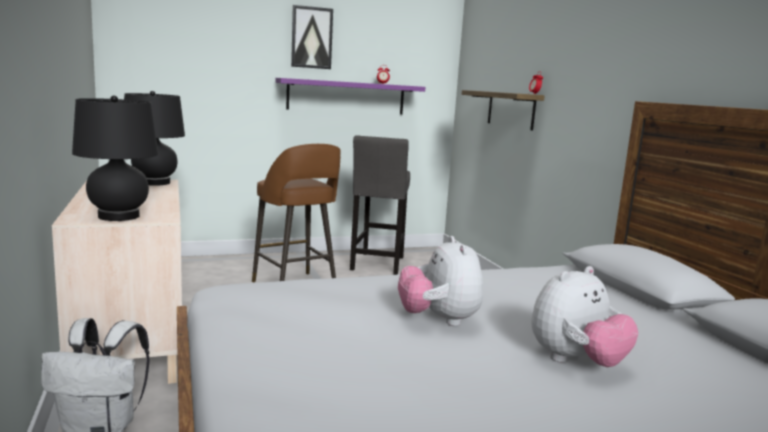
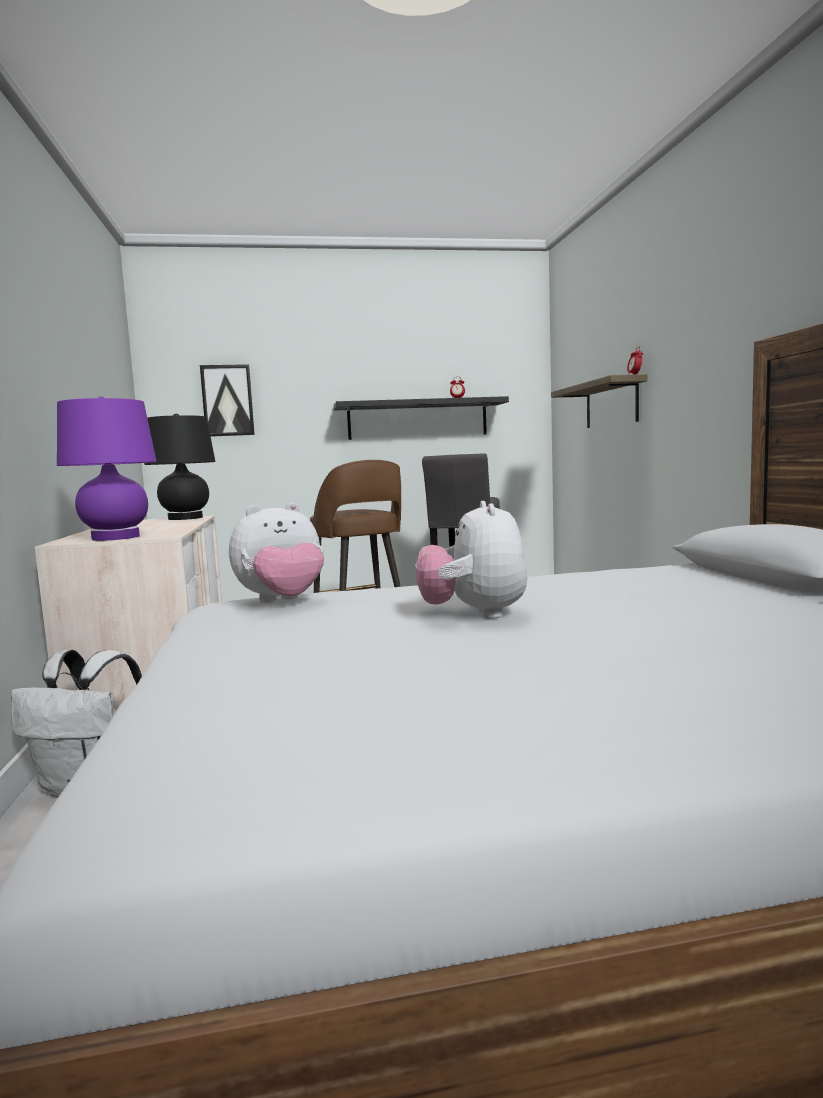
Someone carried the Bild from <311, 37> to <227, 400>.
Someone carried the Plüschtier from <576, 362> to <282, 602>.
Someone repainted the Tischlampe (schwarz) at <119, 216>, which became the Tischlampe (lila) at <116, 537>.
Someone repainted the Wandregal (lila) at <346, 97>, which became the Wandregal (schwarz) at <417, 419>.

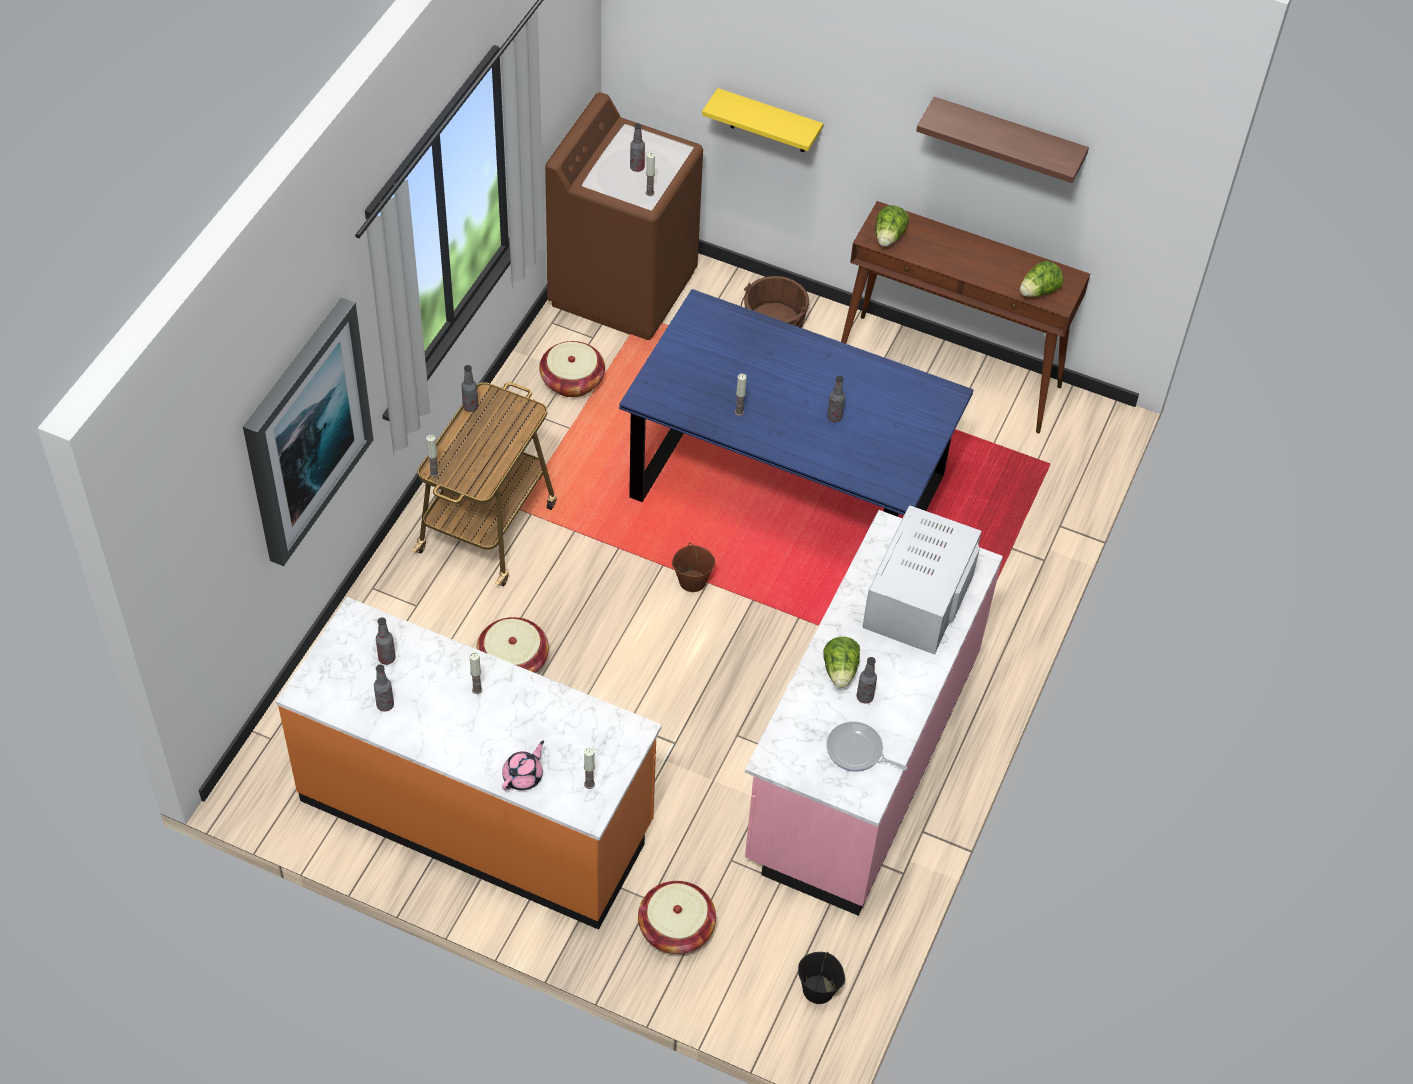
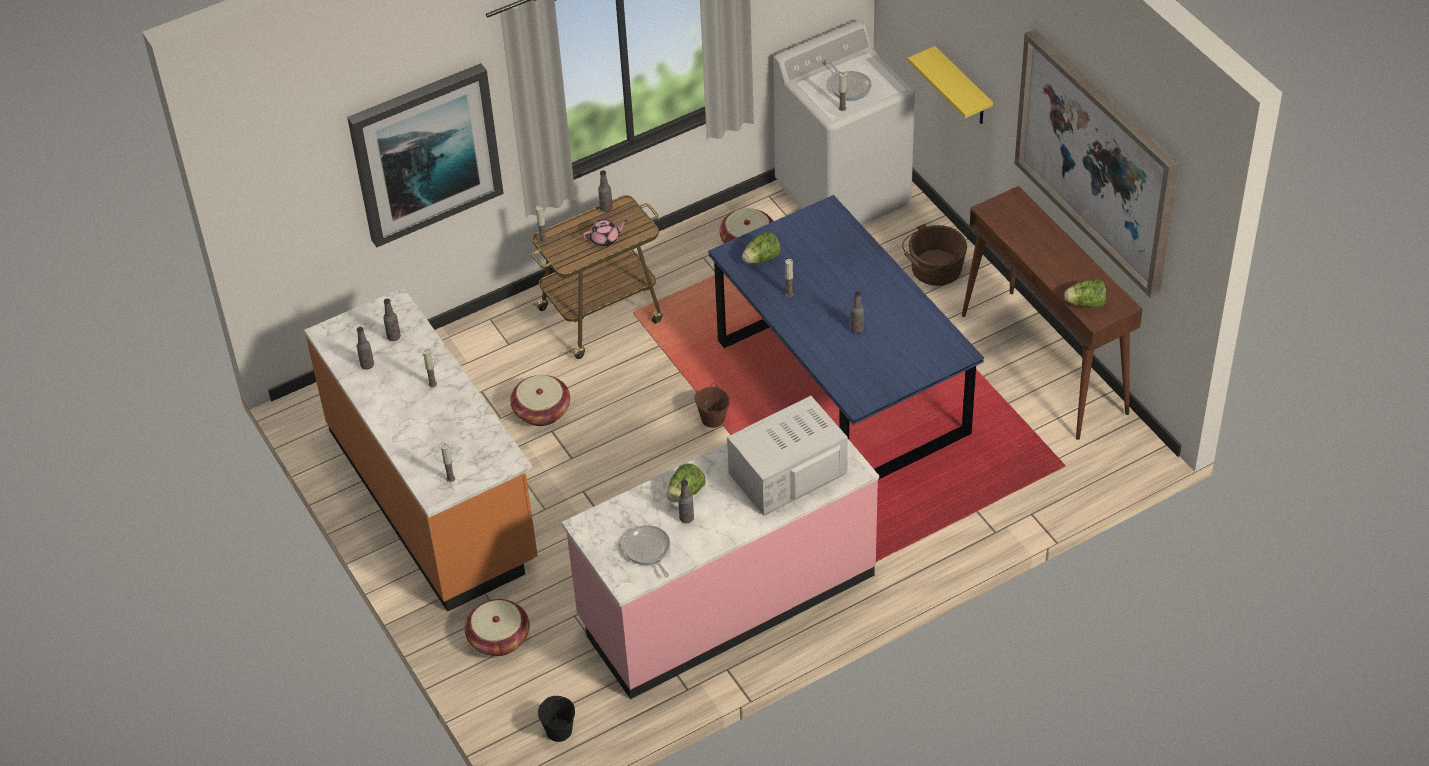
Someone carried the Teekanne (rosa) from <523, 776> to <605, 239>.
Someone carried the Salatkopf from <889, 237> to <761, 259>.
Someone swapped the Flasche at <637, 167> for the Pfanne at <849, 87>.
Someone swapped the Wandregal at <1007, 139> for the Bild at <1097, 160>.
Someone repainted the Waschmaschine (braun) at <623, 287>, which became the Waschmaschine (weiß) at <844, 193>.

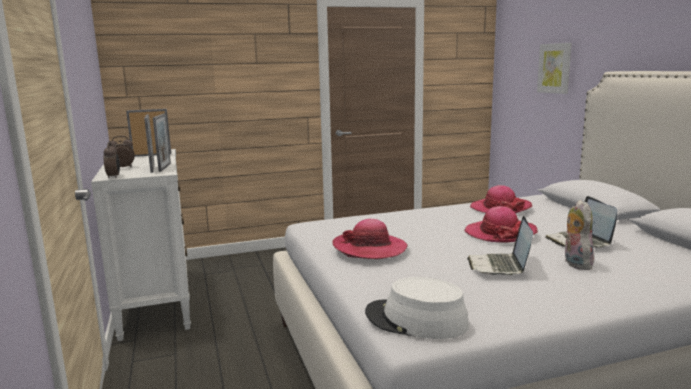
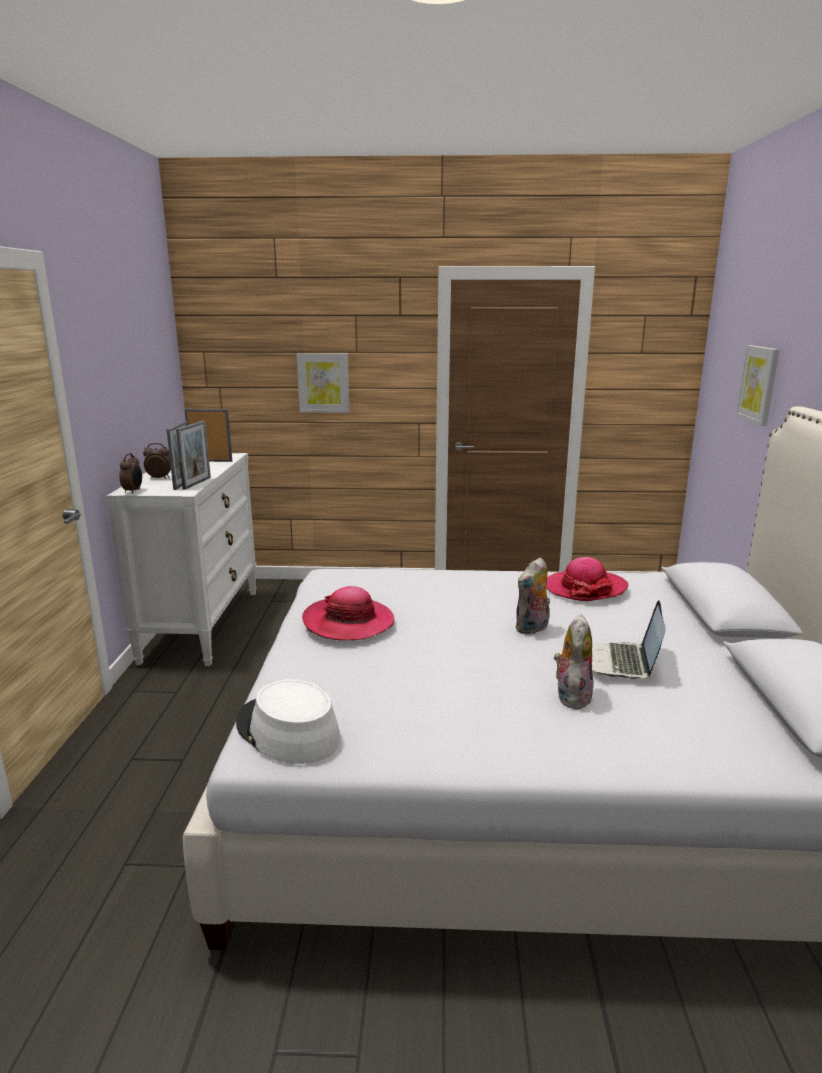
Someone took away the Laptop at <499, 266>.
Someone put up the Bild at <323, 383>.
Someone swapped the Hut at <500, 233> for the Plüschtier at <532, 629>.

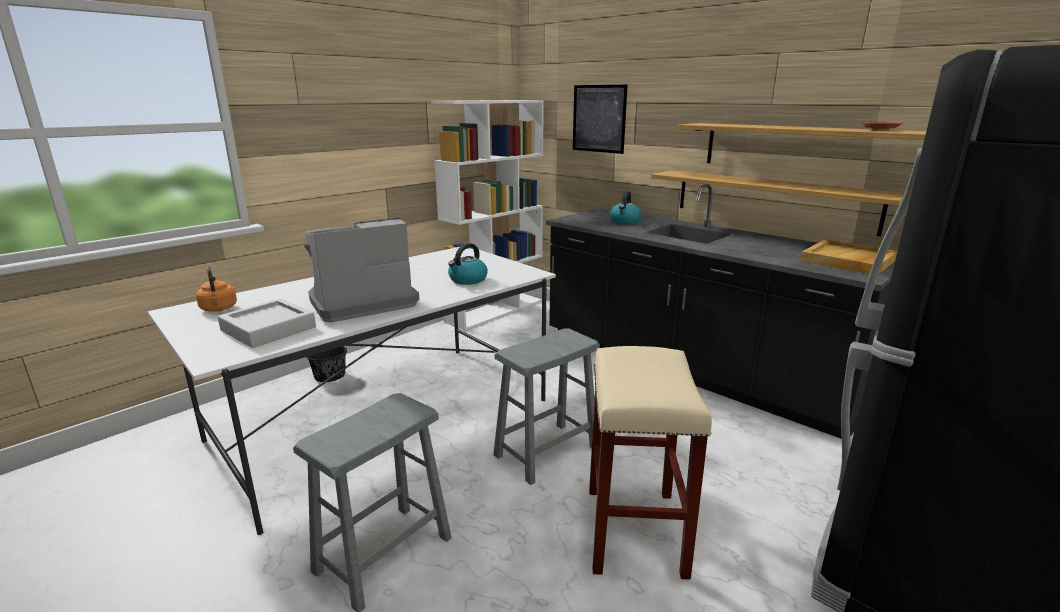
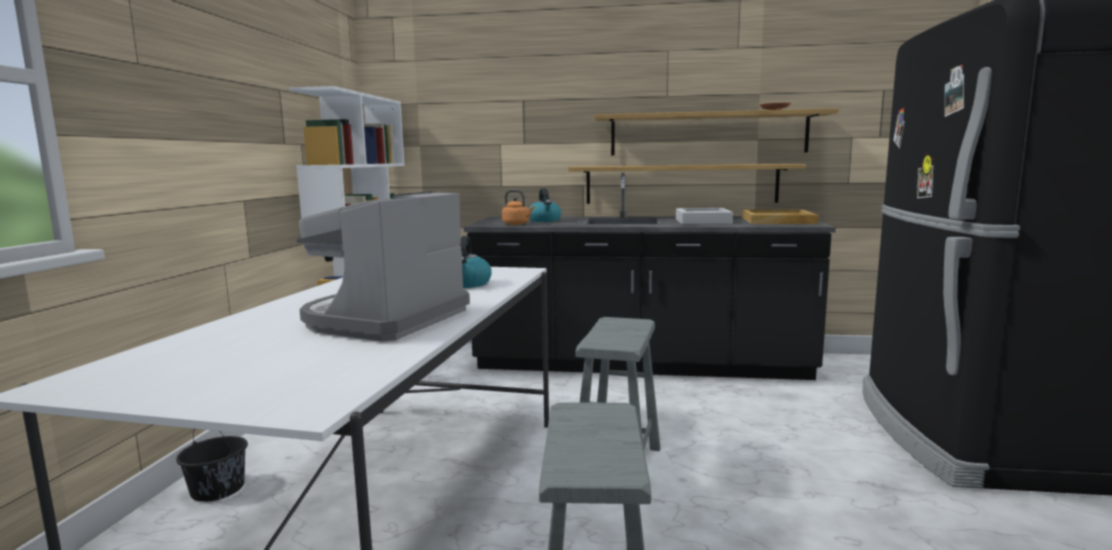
Someone took away the Bild at <599, 118>.
Someone took away the Hocker (beige) at <636, 532>.
Someone carried the Wasserkessel (orange) from <219, 309> to <517, 224>.
Someone carried the Tablett (grau) from <268, 329> to <702, 222>.

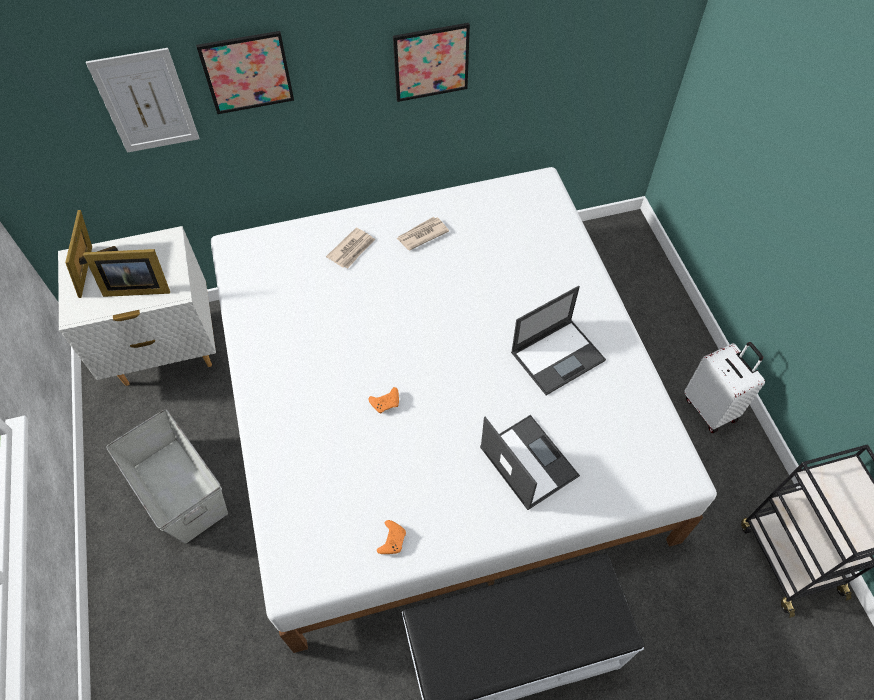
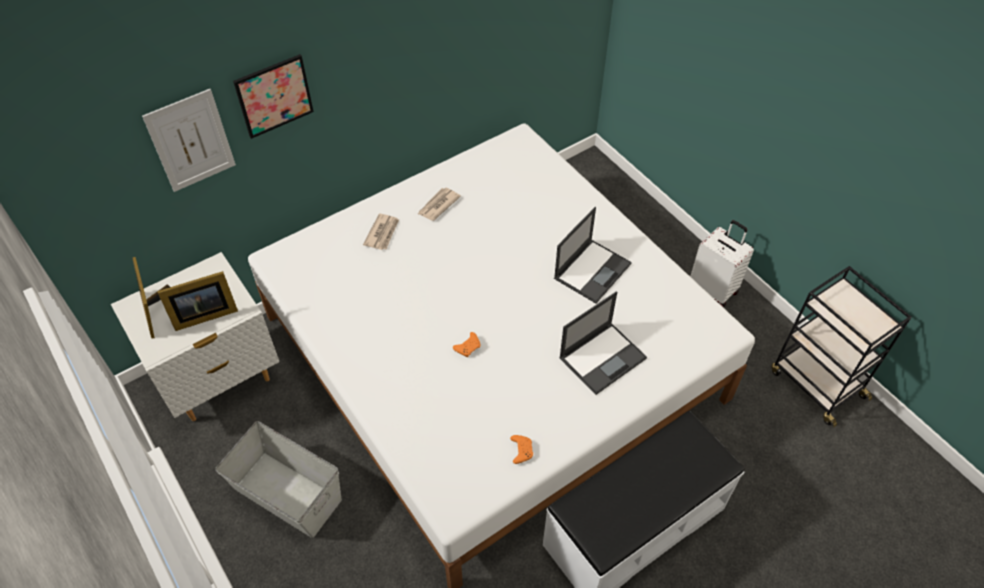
Someone took away the Bild at <431, 62>.
Someone rotated the Laptop at <527, 461> by 105 degrees clockwise.

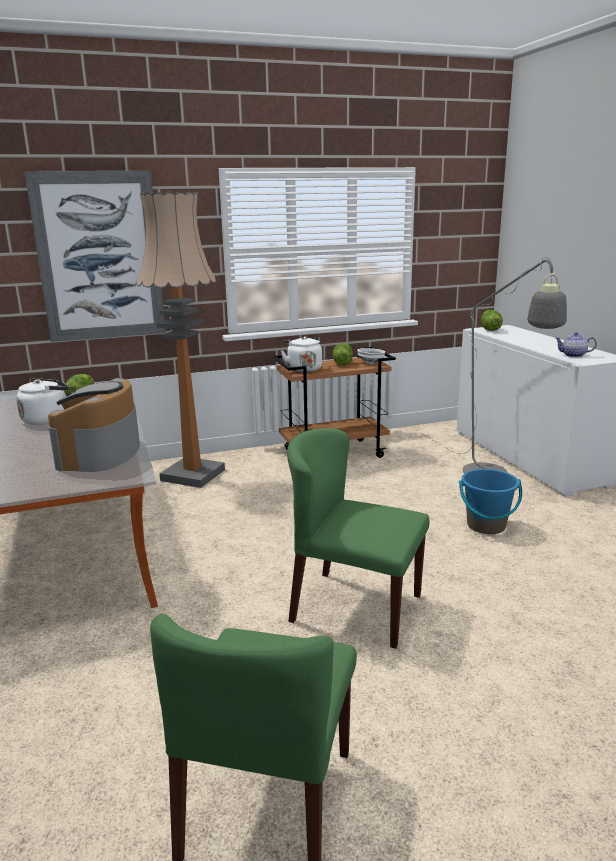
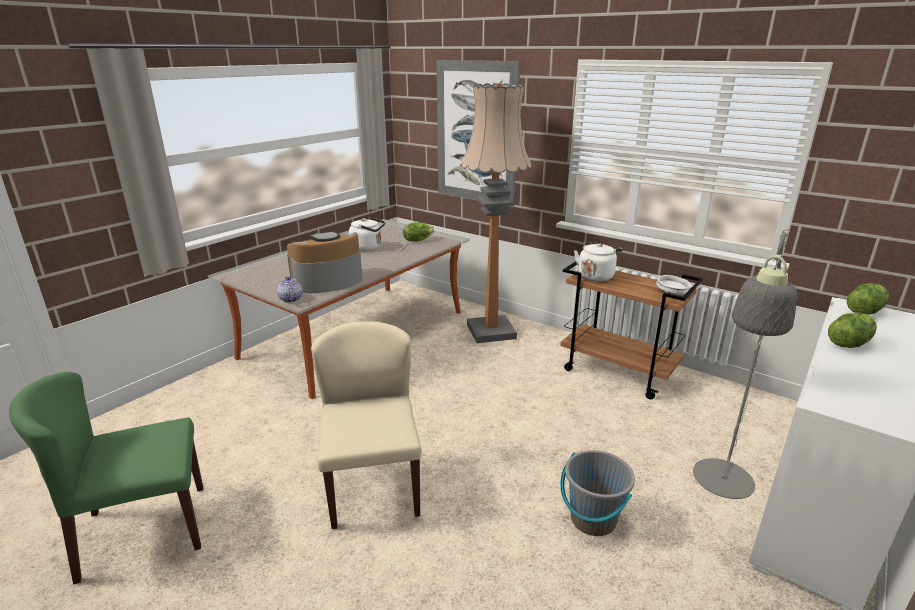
Someone carried the Salatkopf from <342, 363> to <848, 343>.
Someone carried the Teekanne from <573, 355> to <290, 299>.
Someone repainted the Stuhl (grün) at <355, 608>, which became the Stuhl (beige) at <372, 485>.
Someone repainted the Eimer (blau) at <486, 526>, which became the Eimer (grau) at <592, 519>.

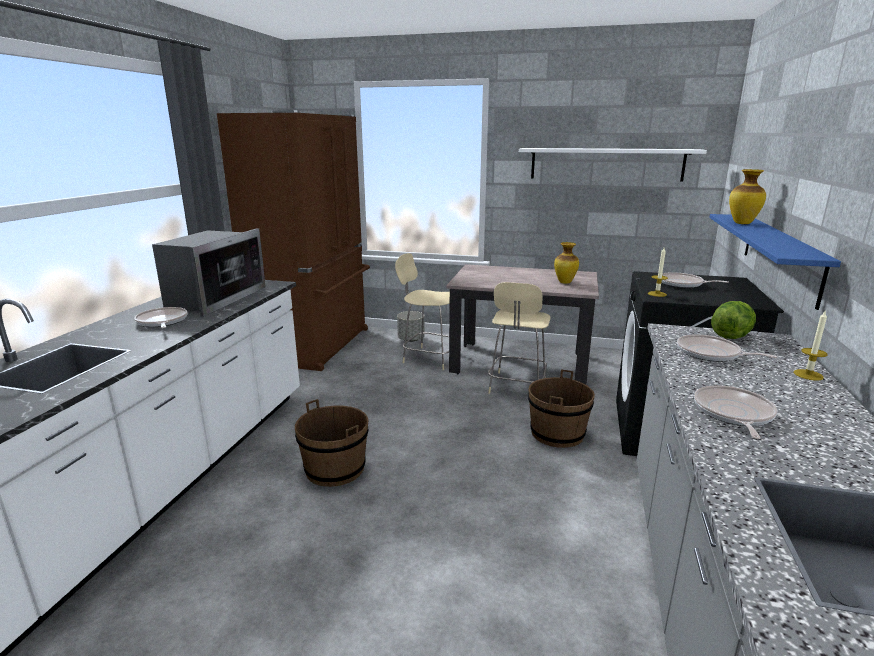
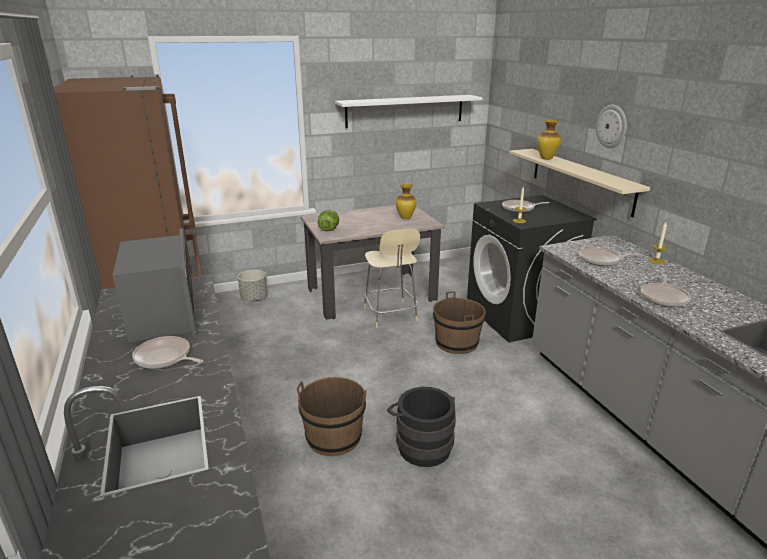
Someone took away the Hocker (beige) at <429, 358>.
Someone put down the Eimer (schwarz) at <421, 444>.
Someone put up the Wanduhr at <612, 126>.
Someone carried the Salatkopf from <730, 336> to <329, 229>.
Someone repainted the Wandregal (blau) at <780, 255>, which became the Wandregal (beige) at <580, 180>.
Someone rotated the Pfanne at <733, 414> by 135 degrees counterclockwise.

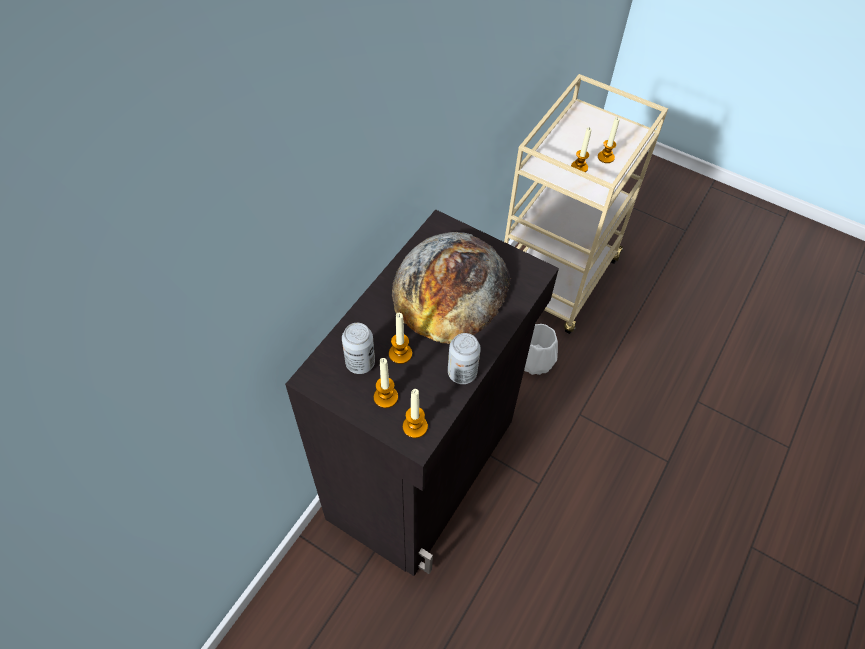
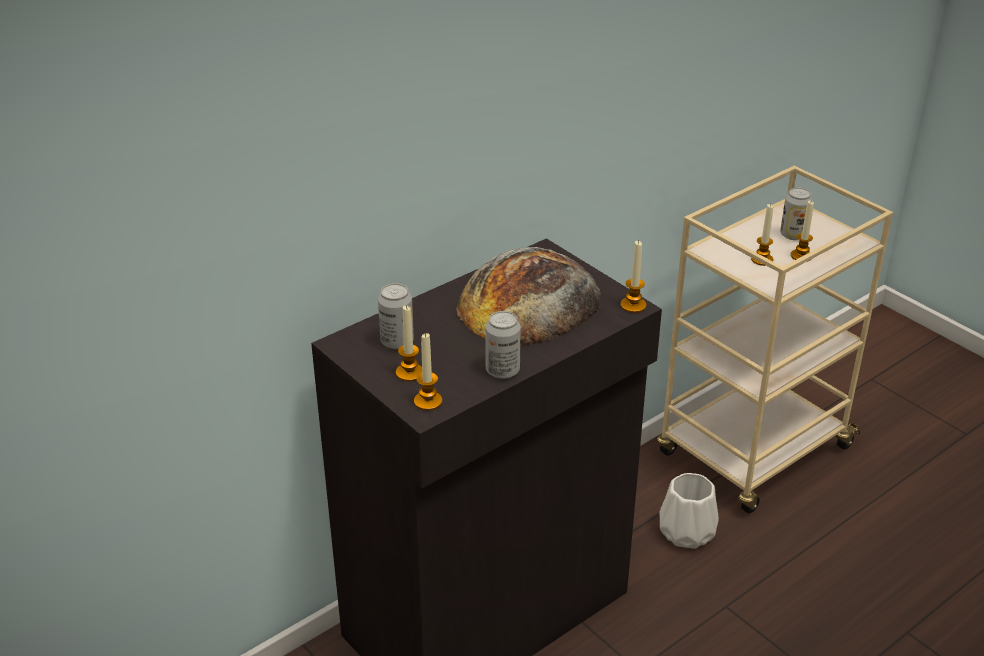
Someone put down the Dose at <793, 235>.
Someone carried the Kerze from <400, 354> to <633, 305>.

